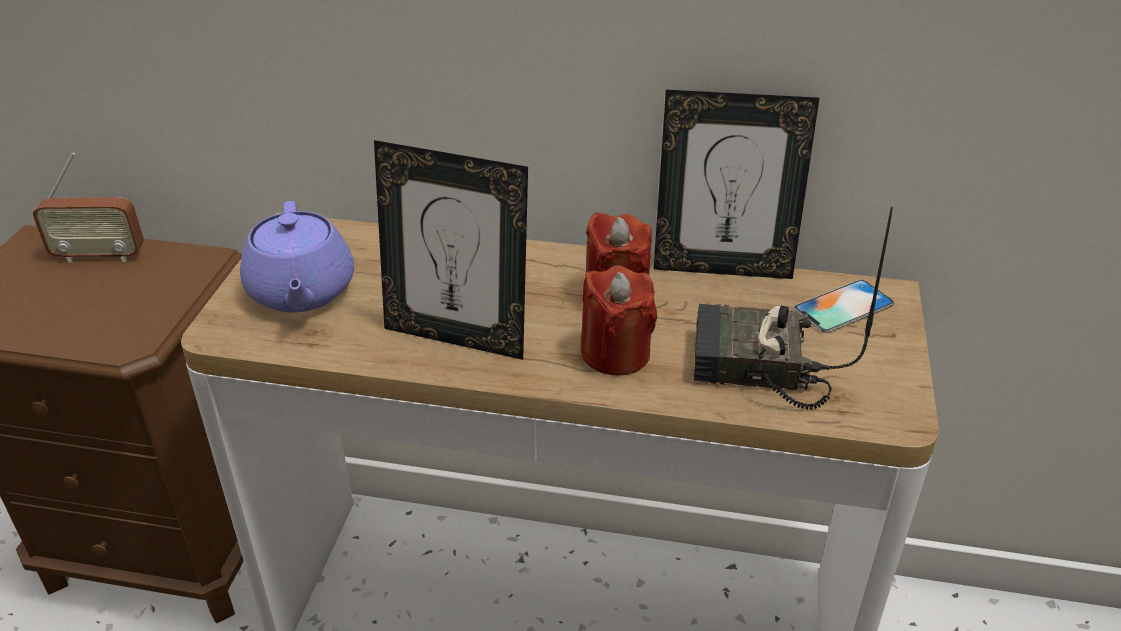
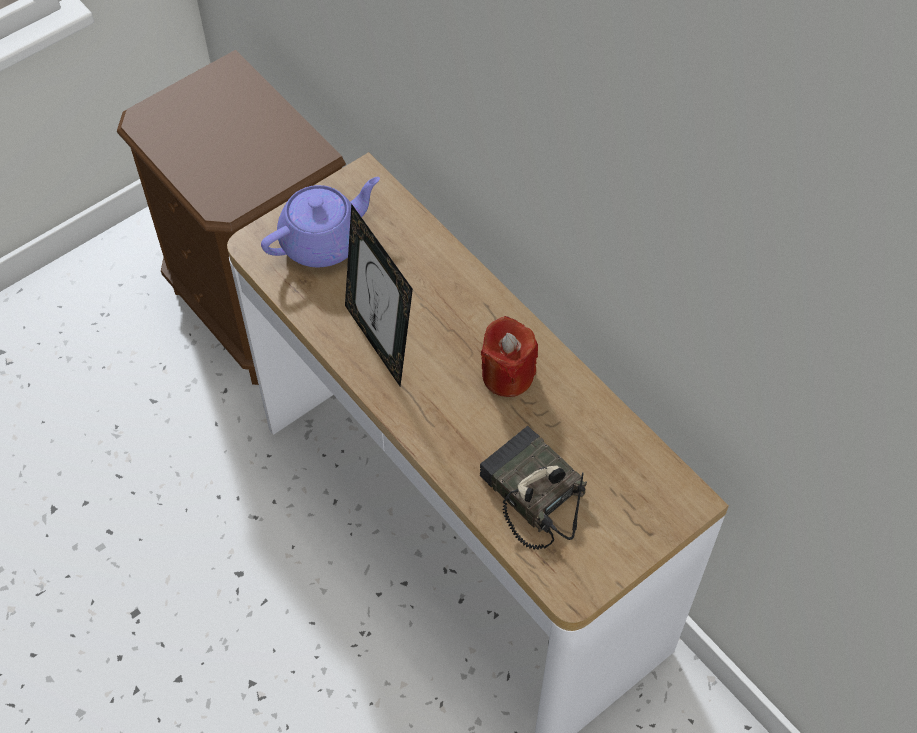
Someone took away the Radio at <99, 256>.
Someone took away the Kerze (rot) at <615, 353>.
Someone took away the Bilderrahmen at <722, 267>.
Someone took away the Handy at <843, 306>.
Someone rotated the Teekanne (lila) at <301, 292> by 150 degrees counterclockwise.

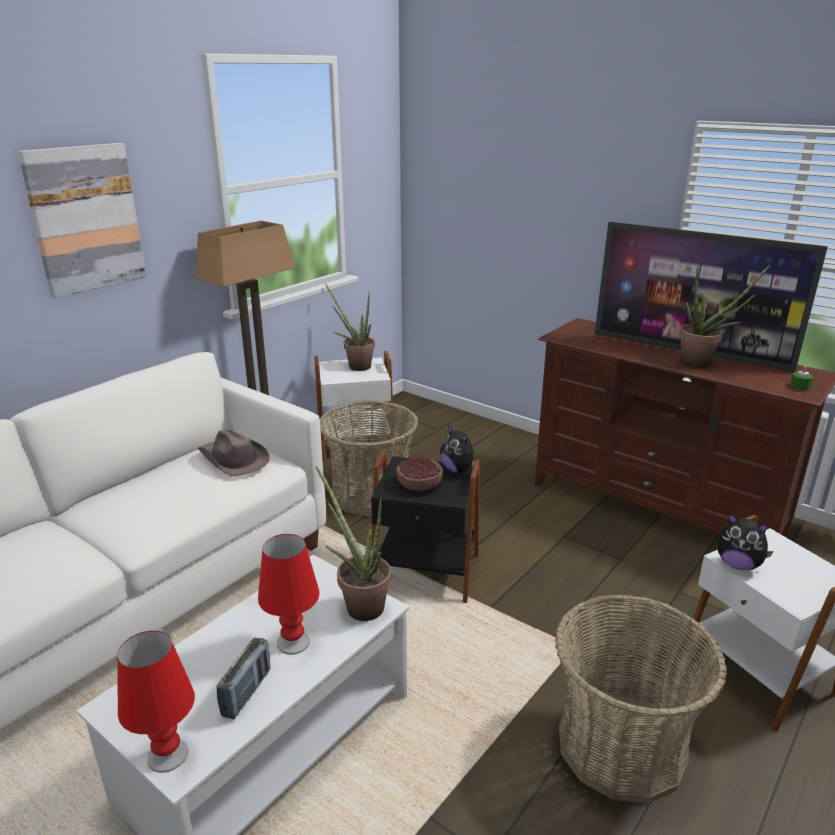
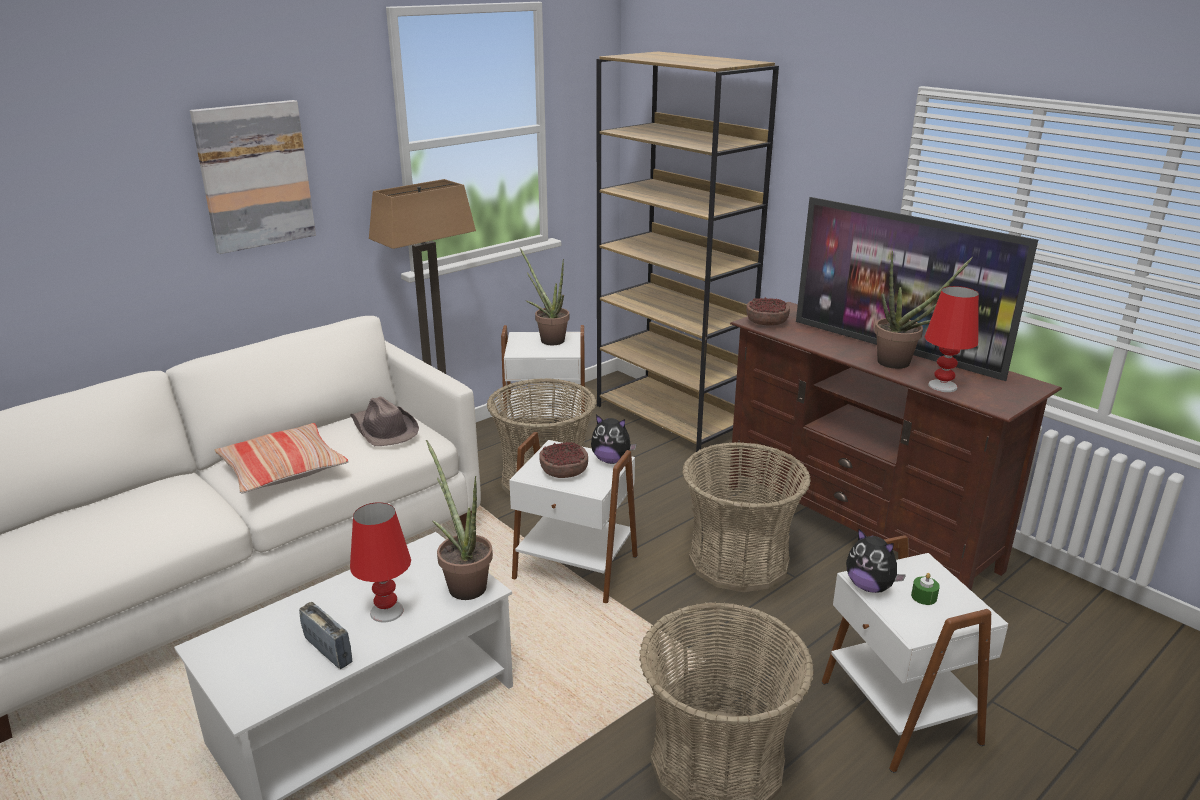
Someone put down the Kissen at <283, 469>.
Someone put down the Bücherregal (braun) at <672, 419>.
Someone put down the Korb at <739, 561>.
Someone put down the Schüssel at <766, 322>.
Someone carried the Tischlampe (rot) from <168, 755> to <942, 386>.
Someone carried the Kerze (grün) from <800, 386> to <924, 597>.
Someone repainted the Beistelltisch (schwarz) at <426, 573>, which became the Beistelltisch (weiß) at <575, 569>.
Someone rotated the Radio at <247, 693> by 75 degrees counterclockwise.
Someone rotated the Plüschtier at <458, 470> by 45 degrees counterclockwise.

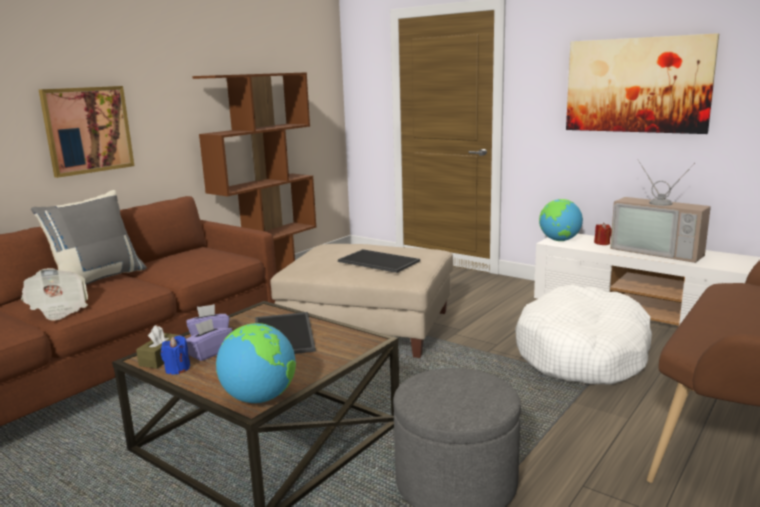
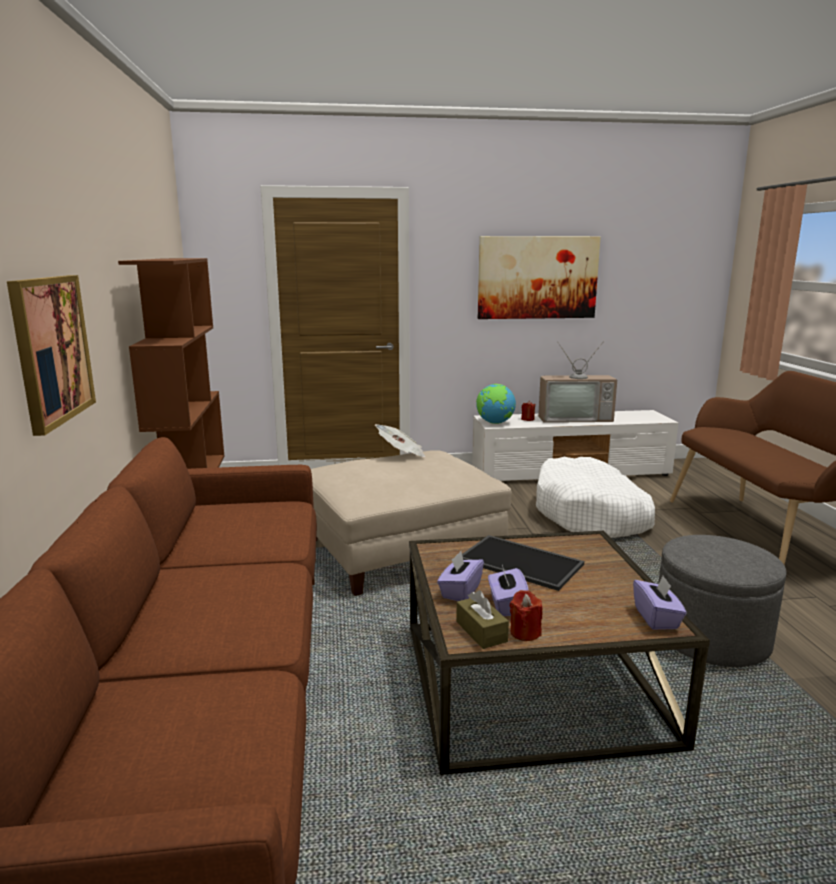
Someone took away the Kissen (grau) at <98, 279>.
Someone took away the Tablett at <377, 261>.
Someone carried the Zeitung from <58, 309> to <401, 454>.
Someone swapped the Globus at <259, 398> for the Taschentuchbox (lila) at <656, 618>.
Someone repainted the Kerze (blau) at <177, 369>, which became the Kerze (rot) at <525, 633>.

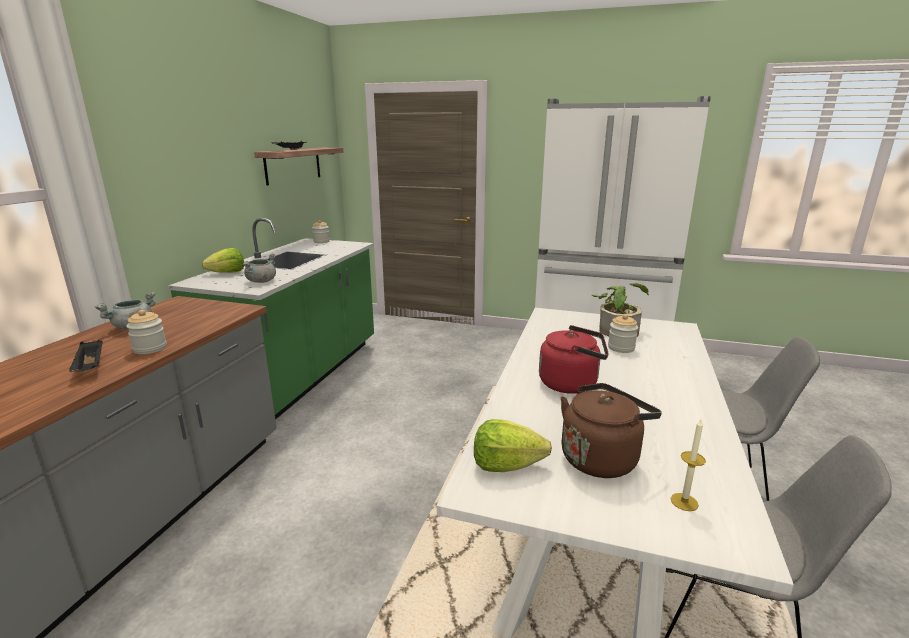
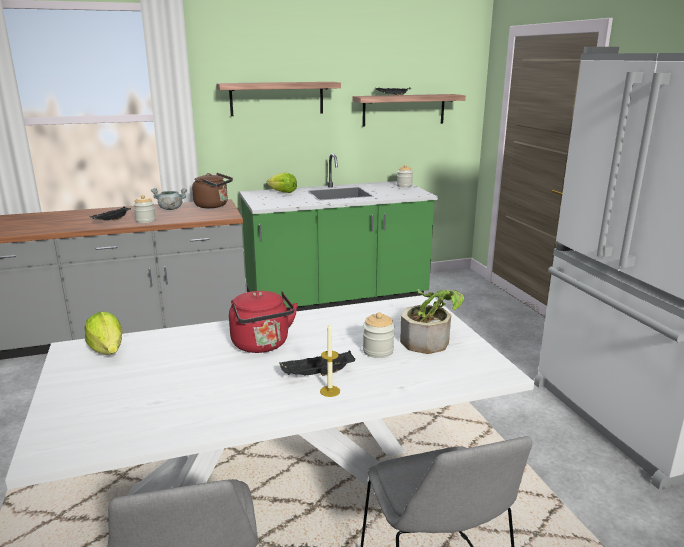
Someone took away the Kochtopf (grau) at <261, 281>.
Someone put up the Wandregal at <277, 98>.
Someone put down the Tablett (schwarz) at <317, 375>.
Someone carried the Wasserkessel (braun) from <601, 458> to <213, 206>.
Someone carried the Kerze from <684, 502> to <330, 391>.

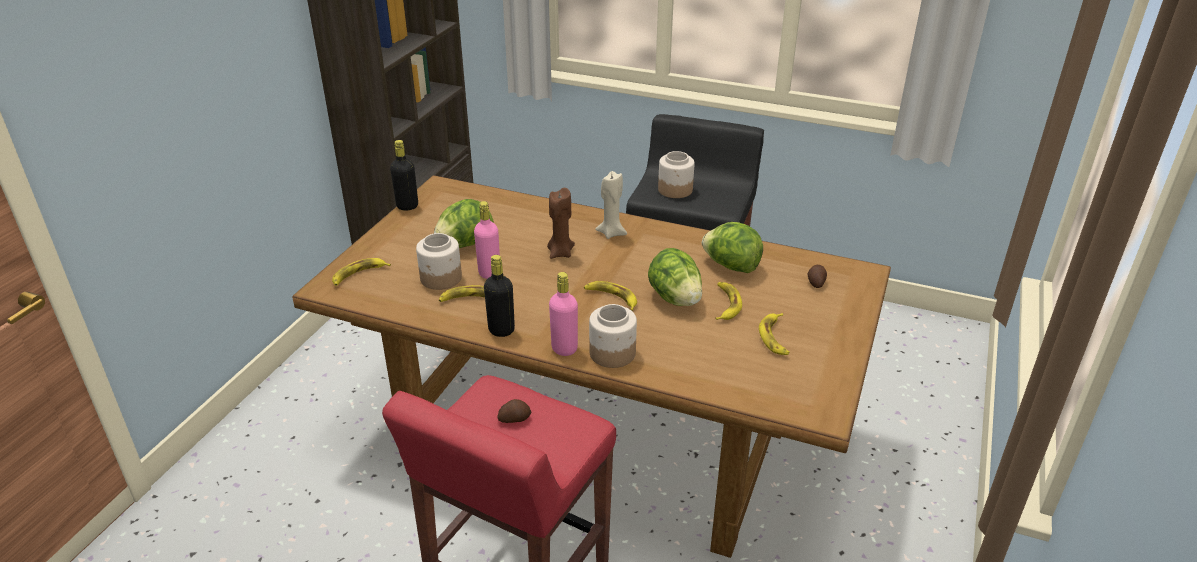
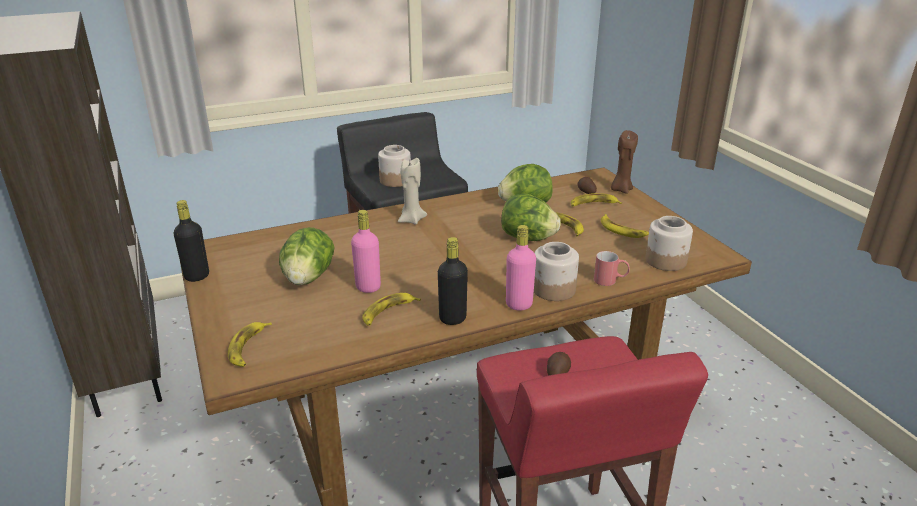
Someone put down the Henkelbecher (rot) at <610, 281>.
Someone carried the Vorratsglas from <441, 278> to <666, 261>.
Someone carried the Kerze (braun) from <560, 253> to <621, 189>.
Someone carried the Banane from <612, 298> to <593, 204>.

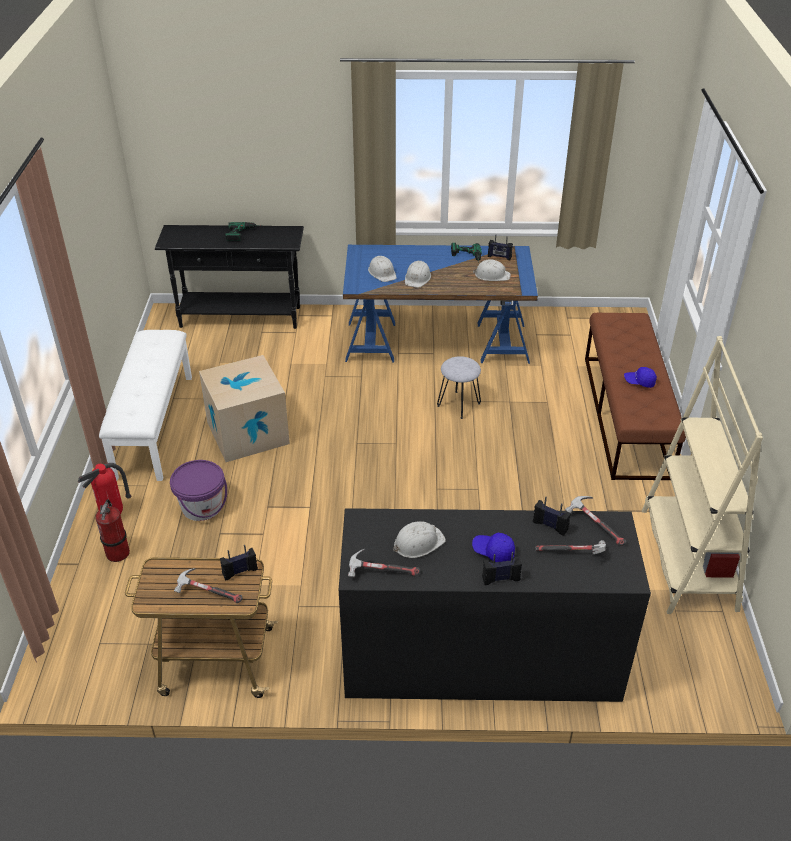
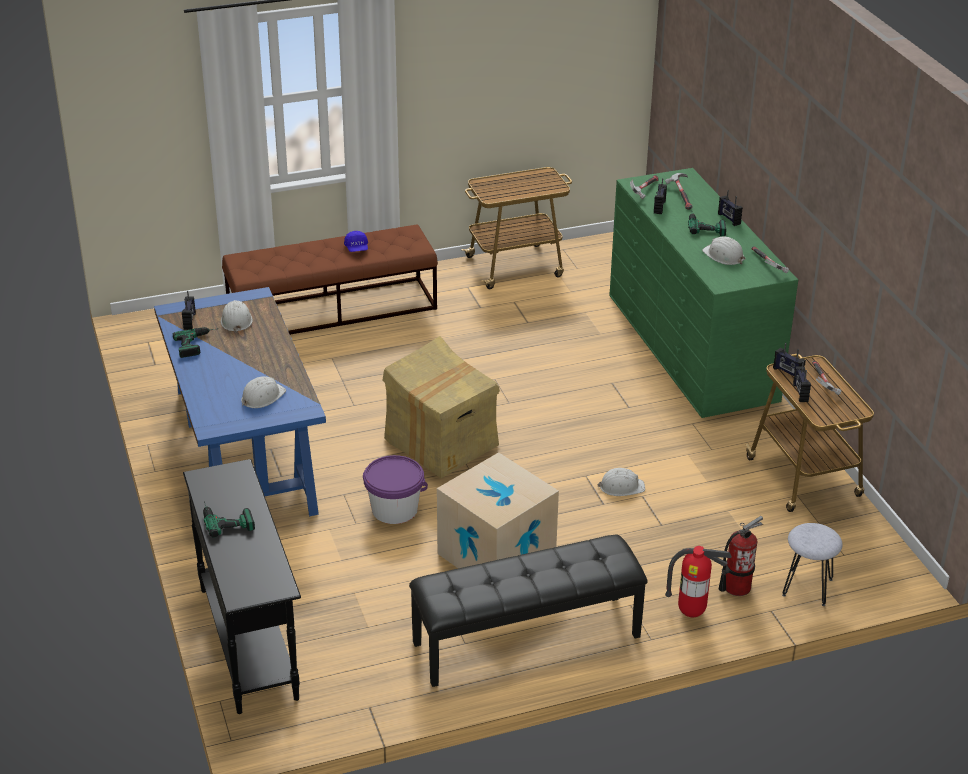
Someone put down the Karton at <440, 442>.
Someone put down the Radio at <800, 393>.
Someone carried the Eimer (lila) from <202, 506> to <394, 509>.
Someone carried the Schutzhelm (weiß) from <417, 278> to <621, 487>.
Someone carried the Hocker (grau) from <458, 405> to <808, 587>.
Someone swapped the Kappe (blau) at <493, 552> for the Bohrmaschine at <705, 225>.
Someone swapped the Bücherregal (beige) at <687, 559> for the Rollwagen at <516, 266>.
Someone repainted the Bank (weiß) at <153, 425>, which became the Bank (schwarz) at <527, 640>.
Someone repainted the Kommode (schwarz) at <480, 657>, which became the Kommode (grün) at <691, 346>.

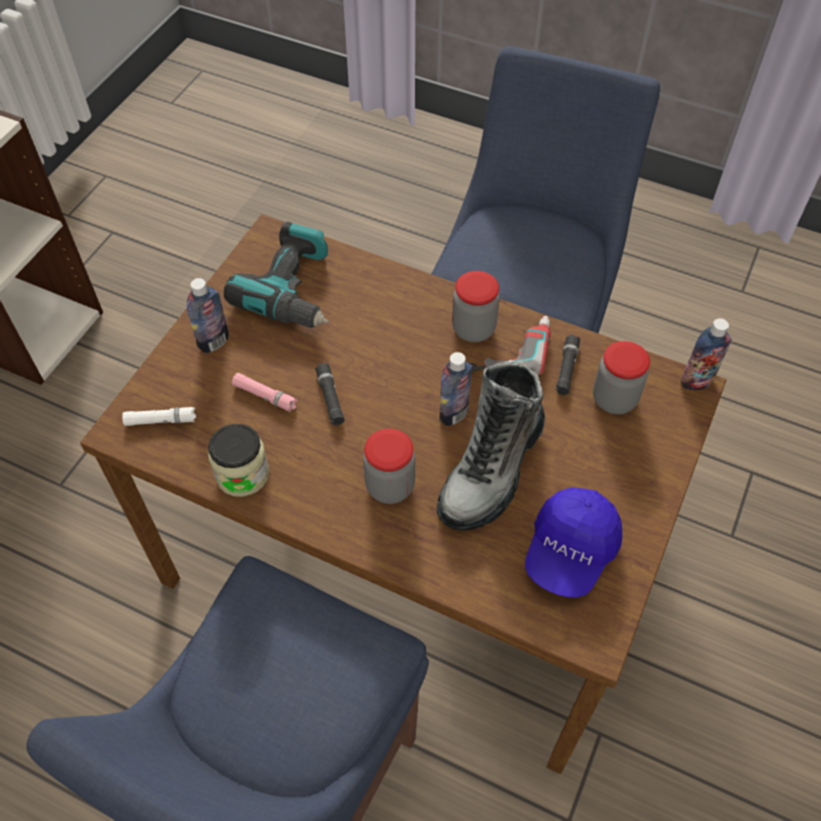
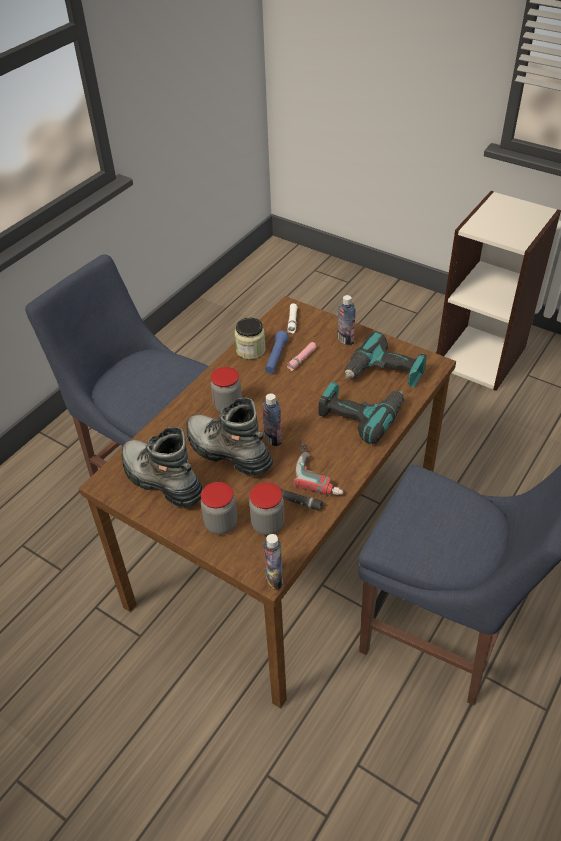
Someone took away the Taschenlampe (schwarz) at <330, 397>.
Someone put down the Taschenlampe (blau) at <276, 357>.
Someone put down the Bohrmaschine at <360, 415>.
Someone carried the Vorratsglas from <473, 329> to <221, 524>.
Someone swapped the Kappe (blau) at <570, 551> for the Stiefel at <162, 480>.

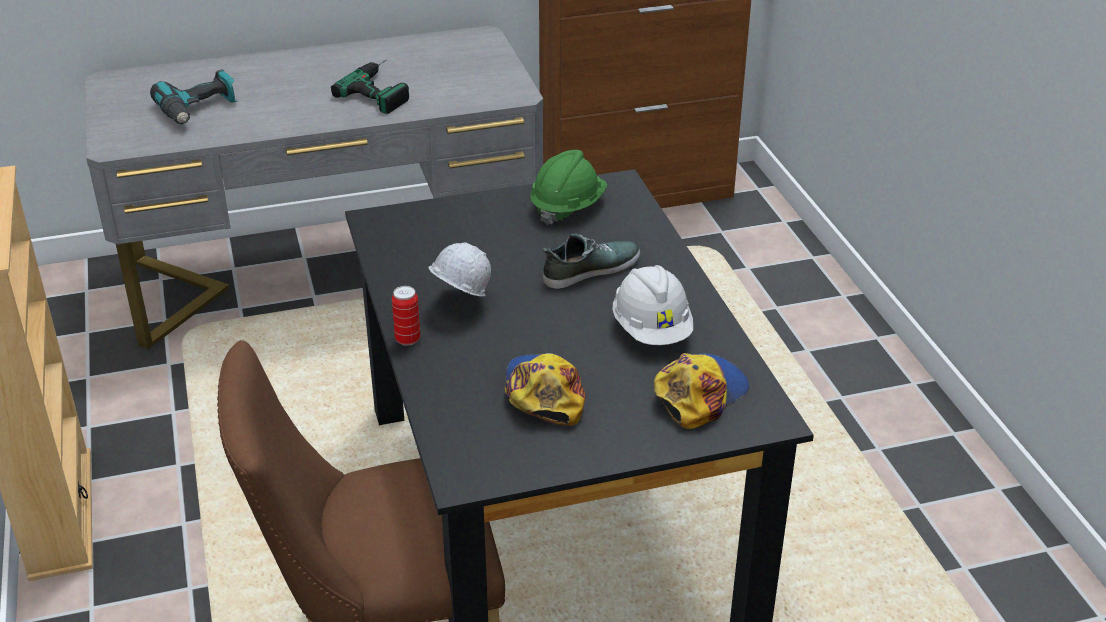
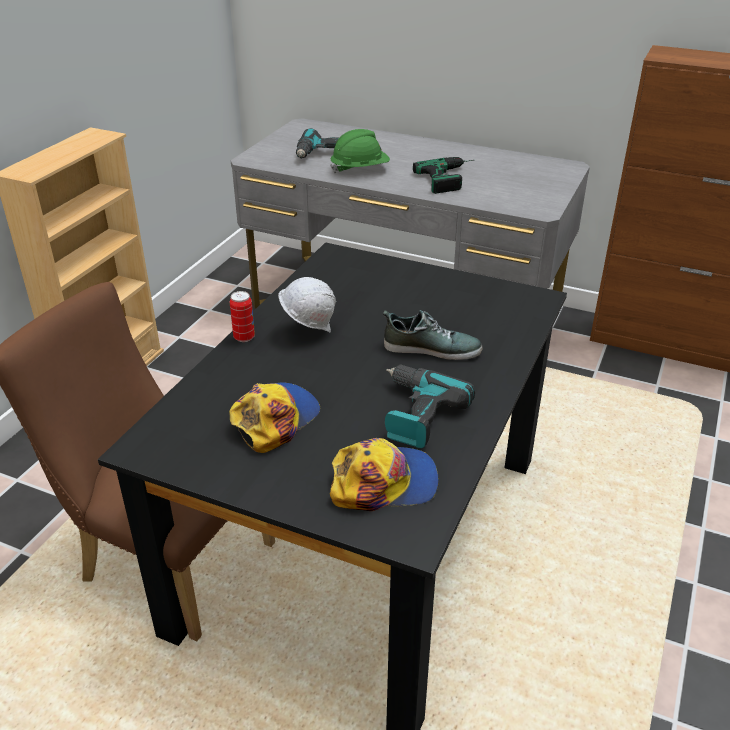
Someone carried the Schutzhelm (grün) from <567, 207> to <360, 170>.
Someone swapped the Schutzhelm (weiß) at <652, 330> for the Bohrmaschine at <416, 414>.

